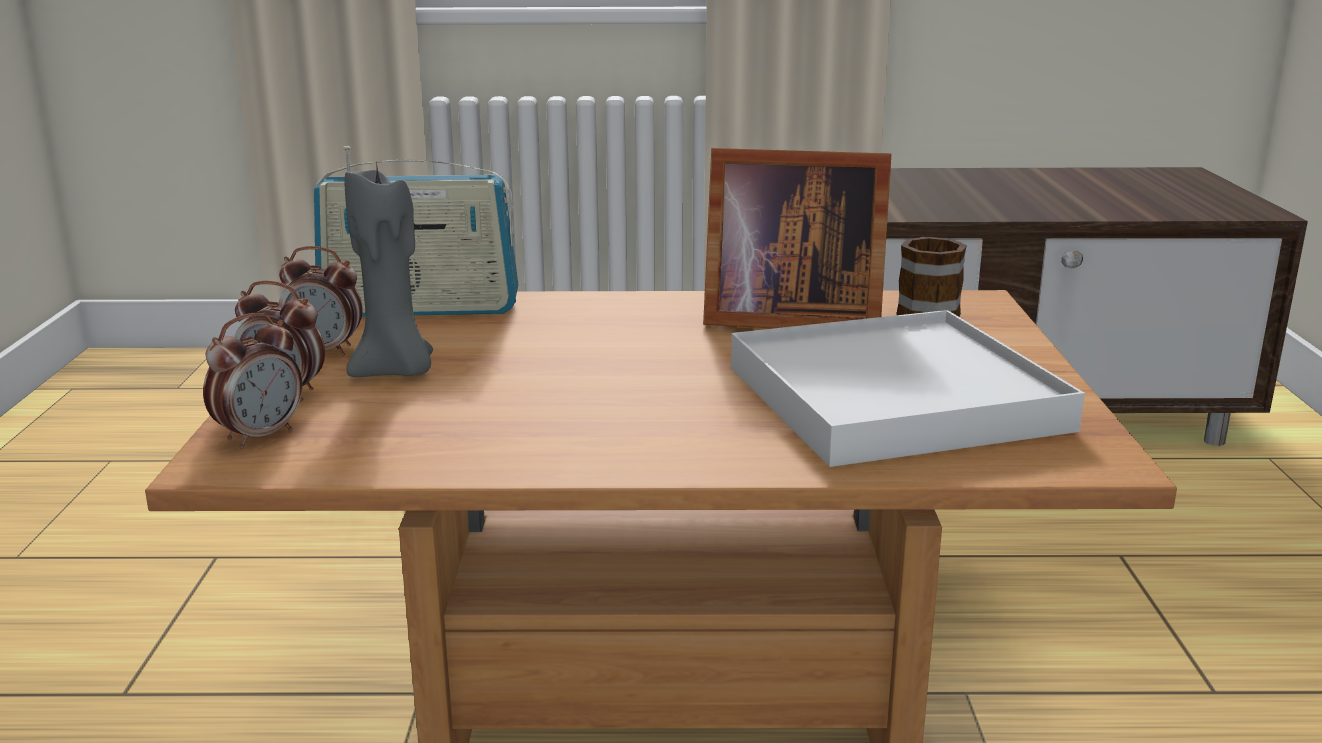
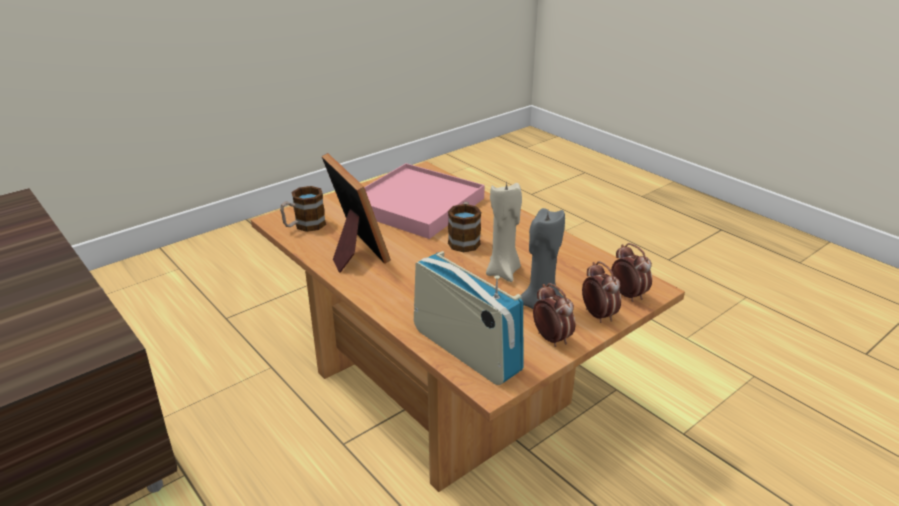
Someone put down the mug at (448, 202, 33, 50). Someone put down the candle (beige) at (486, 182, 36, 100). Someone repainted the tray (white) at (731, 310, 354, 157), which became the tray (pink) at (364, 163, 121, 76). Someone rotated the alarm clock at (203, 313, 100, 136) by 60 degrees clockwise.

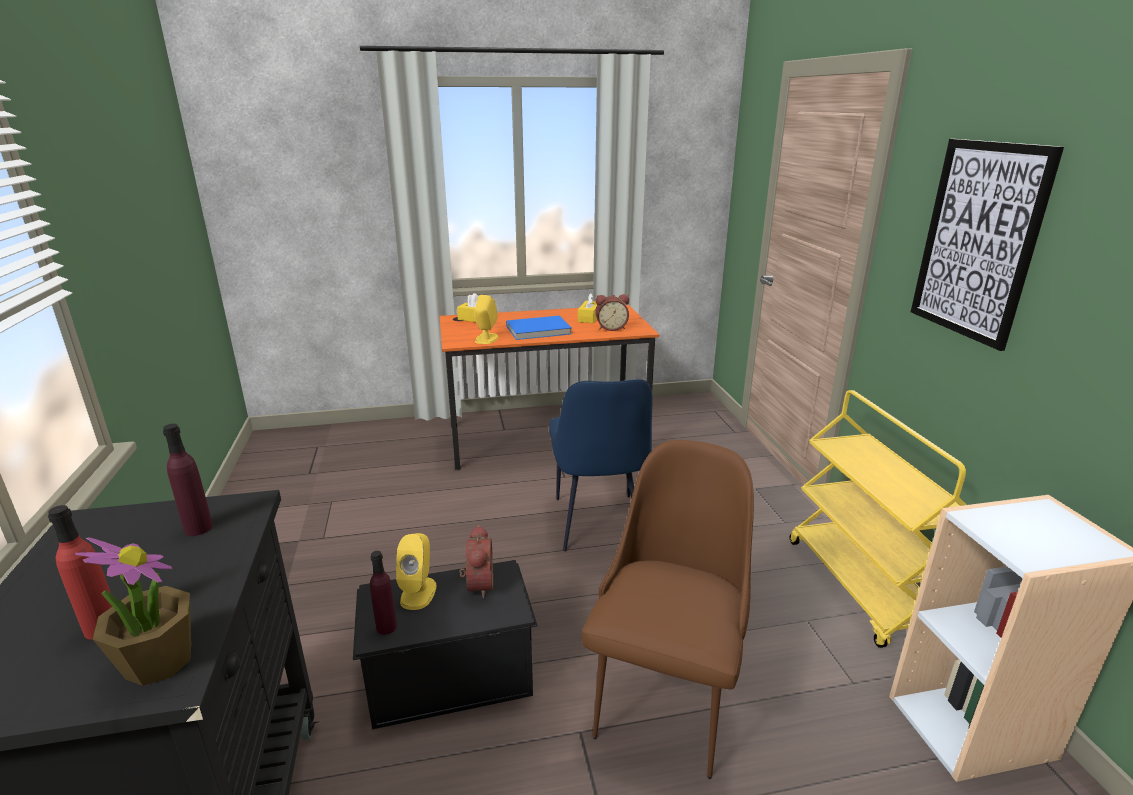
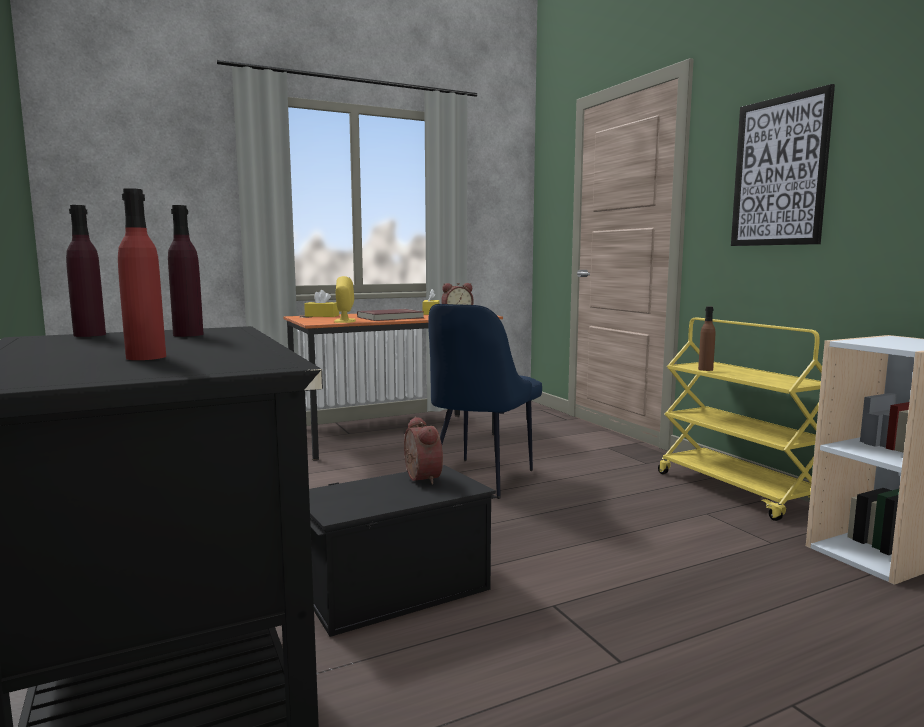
Someone took away the potted plant at (75, 537, 116, 149). Someone took away the speaker (yellow) at (396, 533, 41, 77). Someone took away the chair (brown) at (582, 440, 172, 339). Someone put down the bottle (brown) at (698, 307, 17, 64). Someone carried the bottle (purple) from (370, 551, 27, 84) to (66, 205, 40, 132). Someone repainted the book (blue) at (506, 316, 66, 24), which became the book (red) at (357, 309, 67, 12). Someone rotated the chair (blue) at (549, 379, 103, 173) by 45 degrees clockwise.

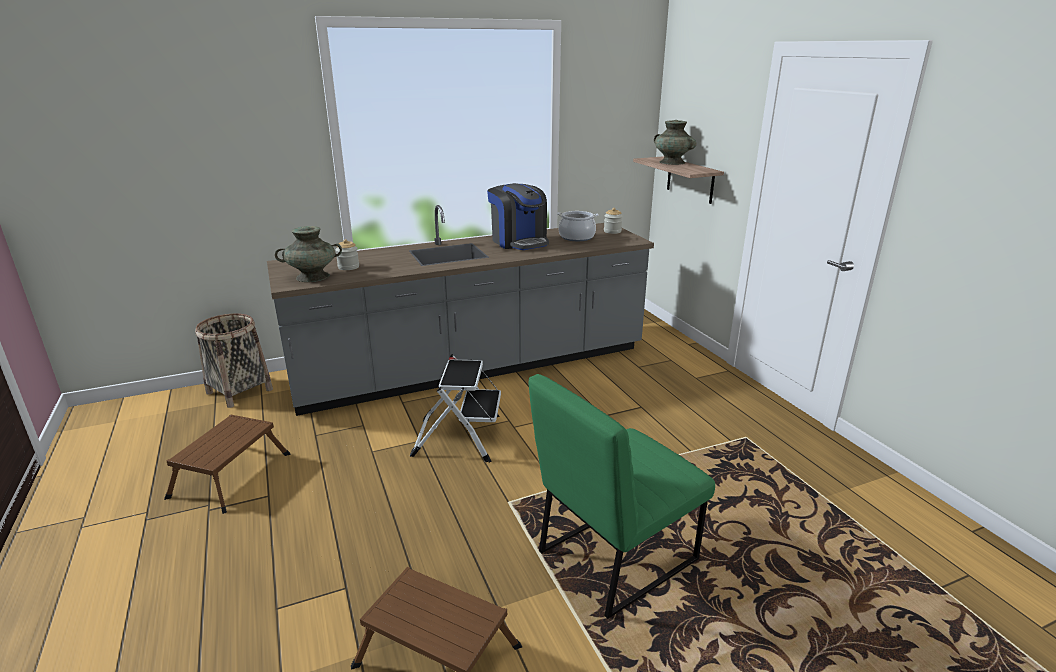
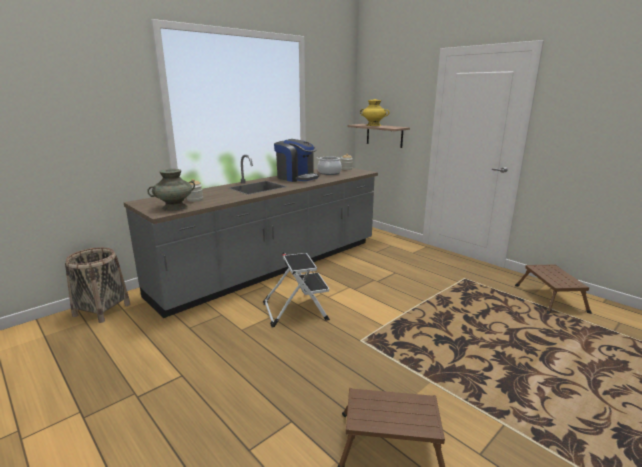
Someone took away the chair (green) at (528, 374, 187, 245). Someone carried the step ladder (brown) from (164, 414, 127, 100) to (515, 264, 77, 50). Someone repainted the vase (turquoise) at (654, 120, 42, 45), which became the vase (yellow) at (360, 99, 29, 27).

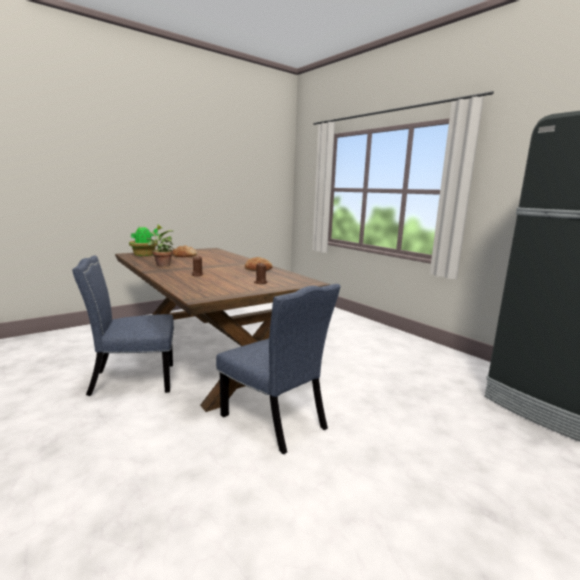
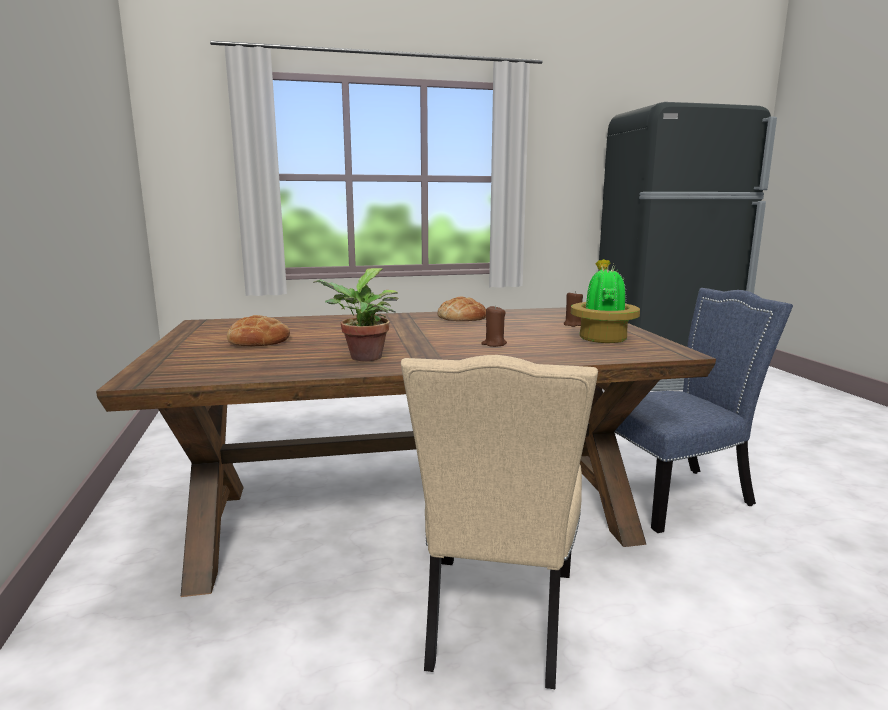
Someone carried the potted plant from (129, 224, 33, 32) to (571, 259, 69, 84). Someone repainted the chair (blue) at (72, 256, 102, 140), which became the chair (beige) at (401, 355, 197, 334).

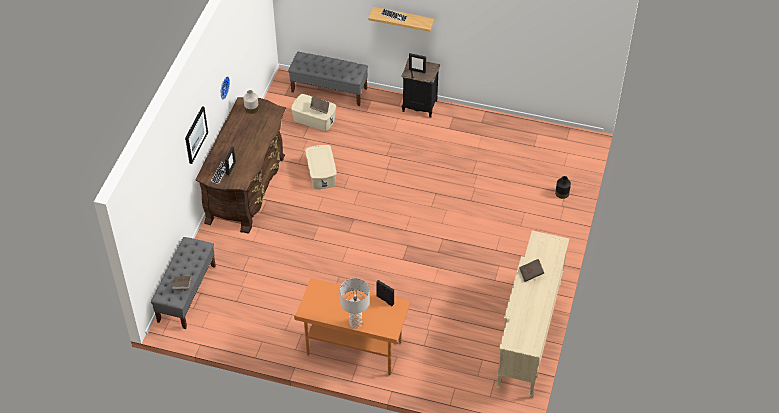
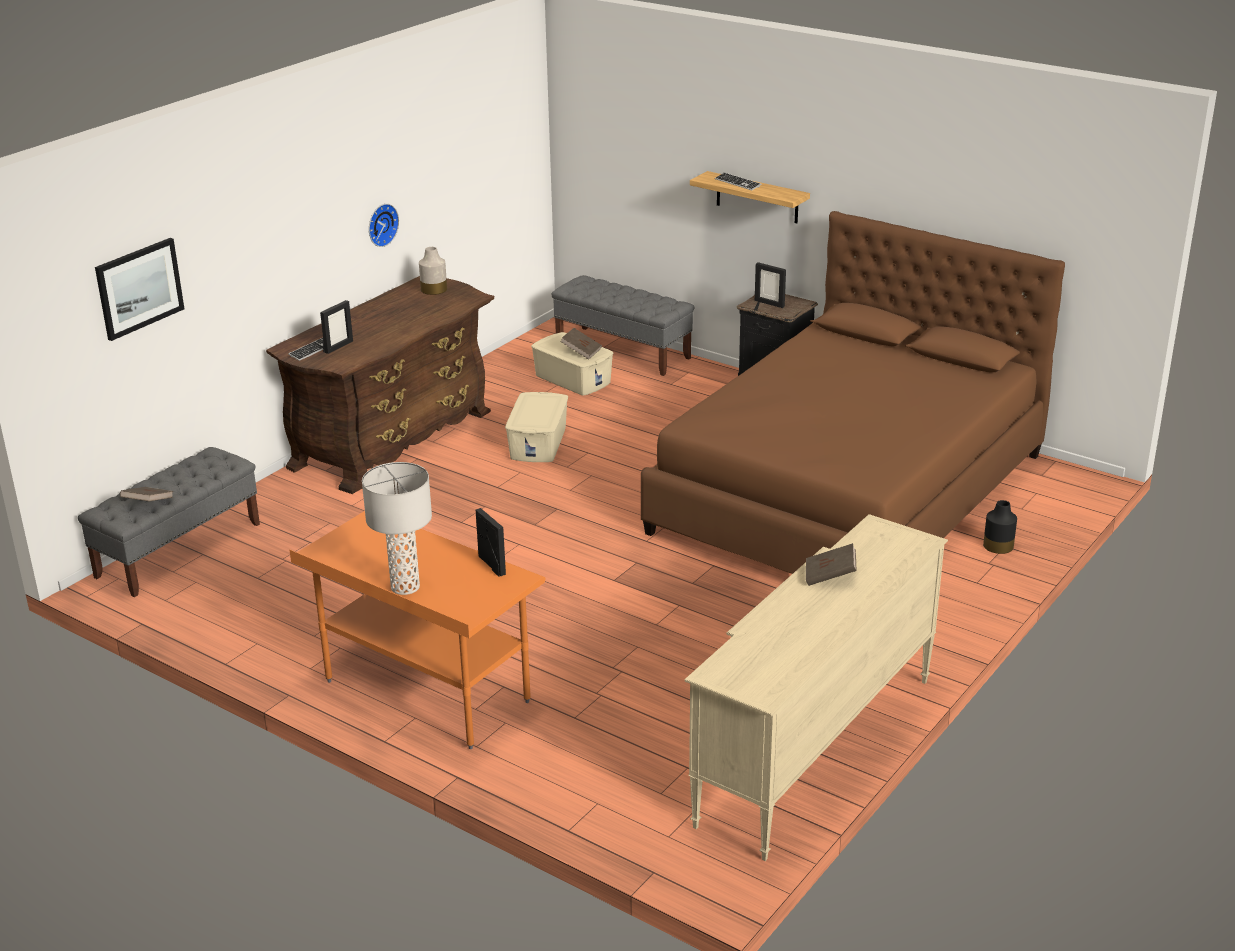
Someone put down the bed (brown) at (641, 211, 424, 363). Someone carried the picture from (185, 106, 23, 58) to (95, 238, 89, 103).

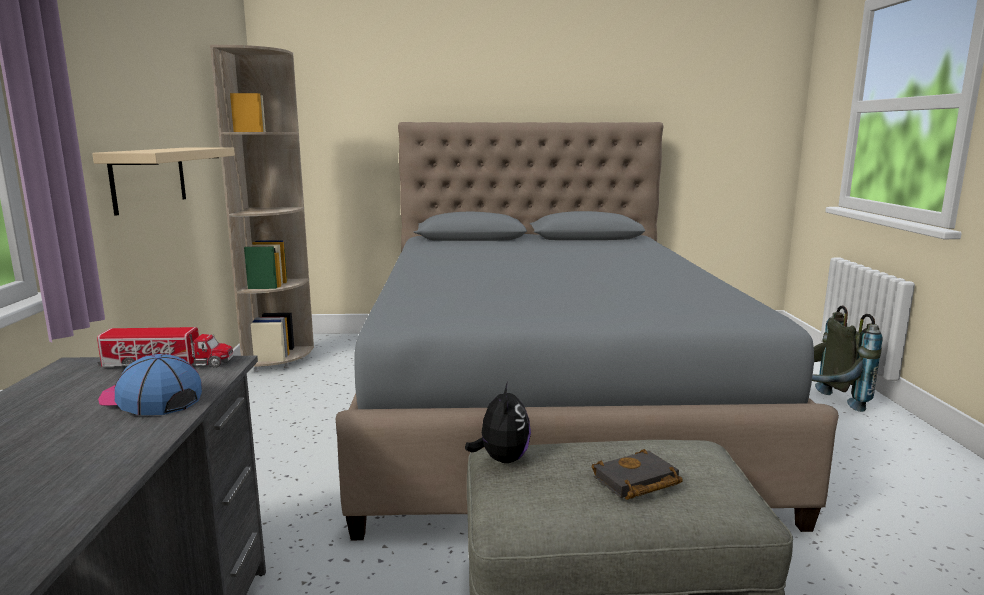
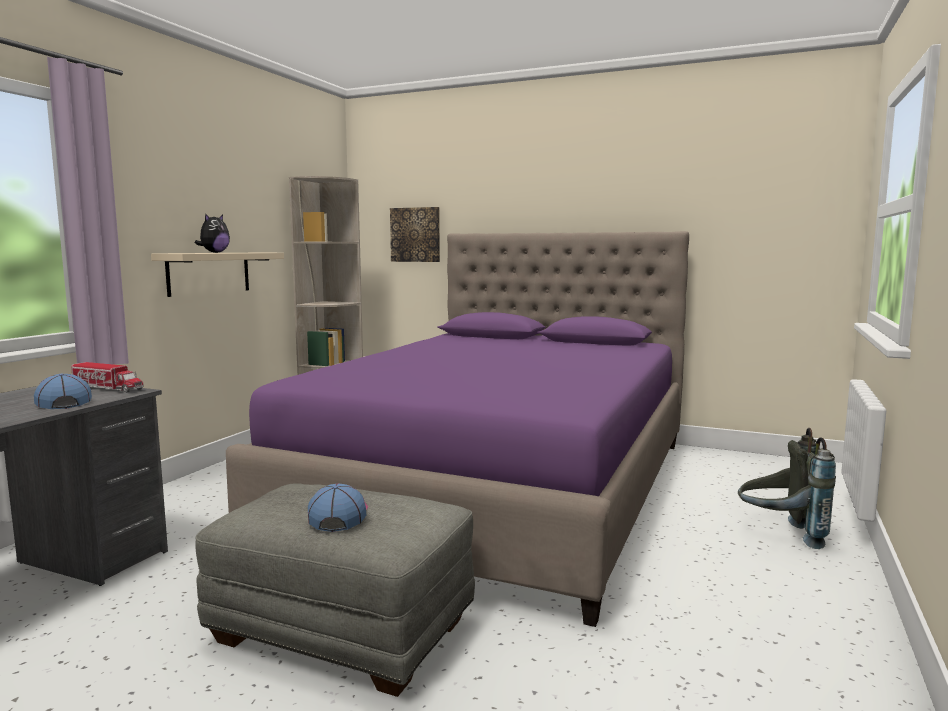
Someone put up the picture at (390, 207, 50, 55). Someone carried the plush toy from (465, 382, 66, 81) to (195, 214, 35, 39). Someone swapped the book (black) at (592, 449, 91, 51) for the cap at (308, 483, 60, 49). Someone repainted the bed (grey) at (336, 122, 503, 418), which became the bed (purple) at (226, 231, 463, 396).

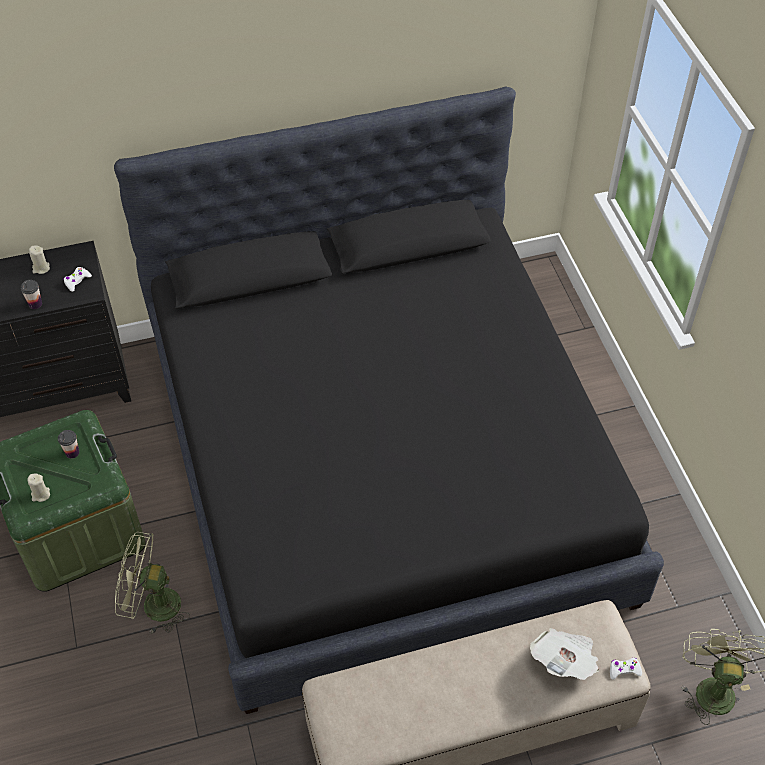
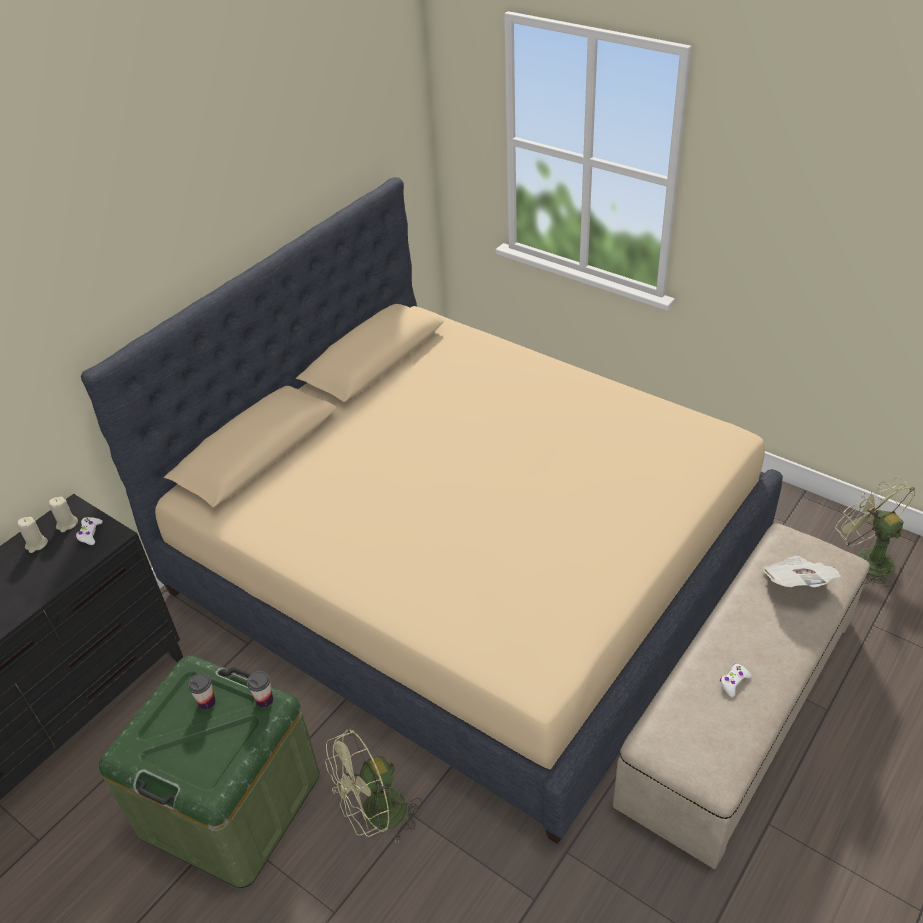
Someone carried the cup from (20, 280, 22, 29) to (247, 671, 26, 37). Someone carried the candle (beige) from (28, 473, 22, 29) to (48, 497, 30, 35). Someone carried the game controller (white) from (610, 658, 32, 22) to (720, 664, 32, 33). Someone repainted the bed (black) at (114, 86, 550, 628), which became the bed (beige) at (81, 177, 702, 667).

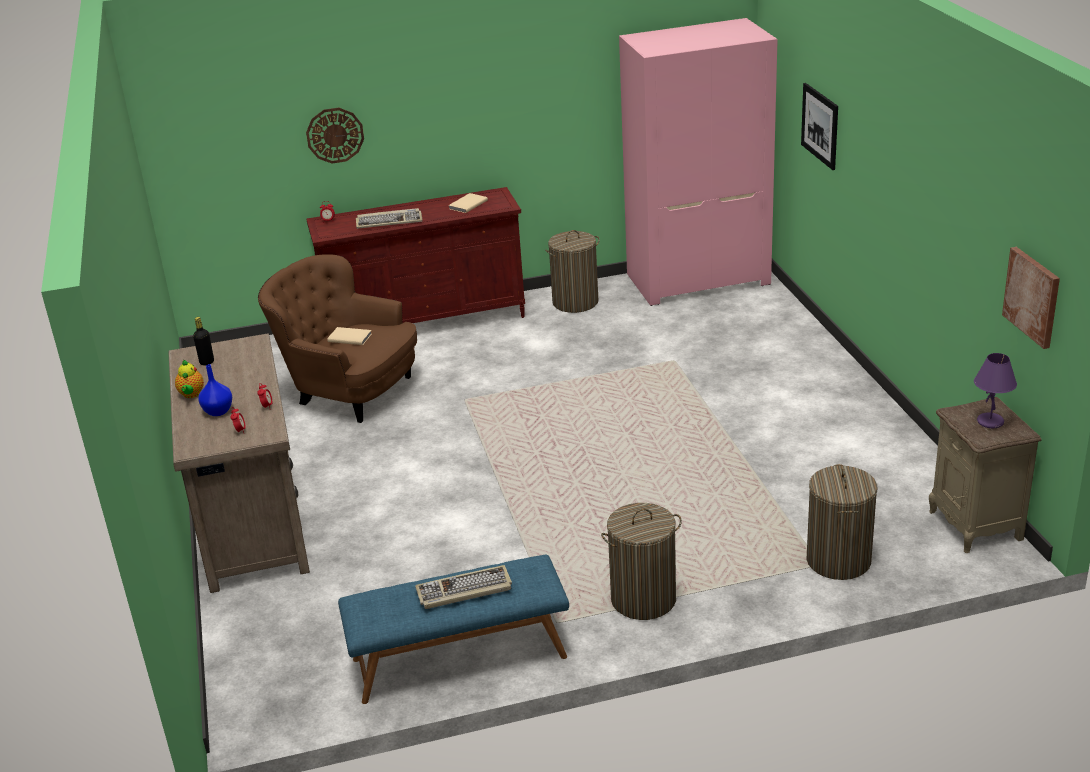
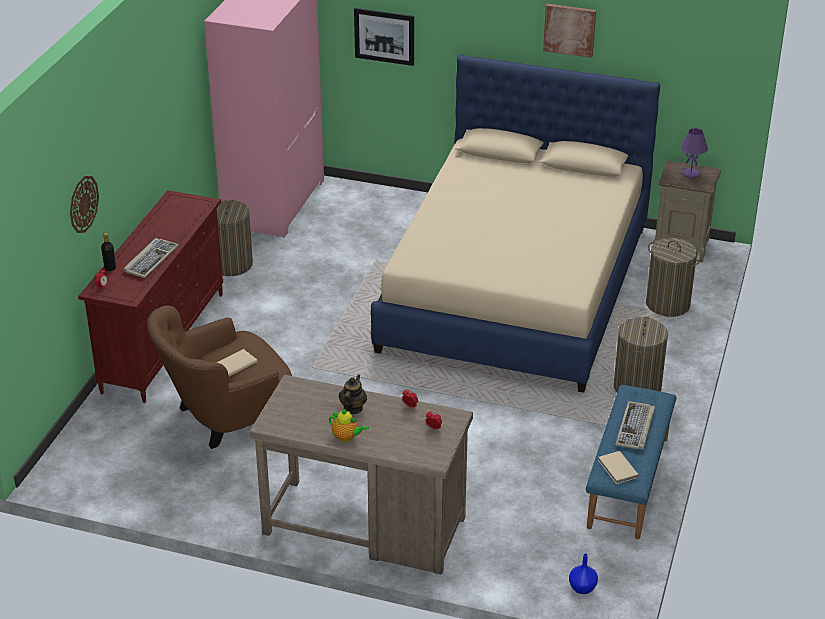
Someone put down the teapot at (339, 375, 28, 39). Someone put down the bed (beige) at (371, 55, 289, 338). Someone carried the bottle (black) from (193, 317, 21, 48) to (101, 233, 15, 38). Someone carried the vase (blue) from (199, 364, 33, 52) to (569, 553, 29, 41). Someone carried the book (beige) from (448, 193, 40, 20) to (598, 451, 41, 33). Someone carried the picture from (1002, 247, 58, 102) to (543, 4, 53, 54).

